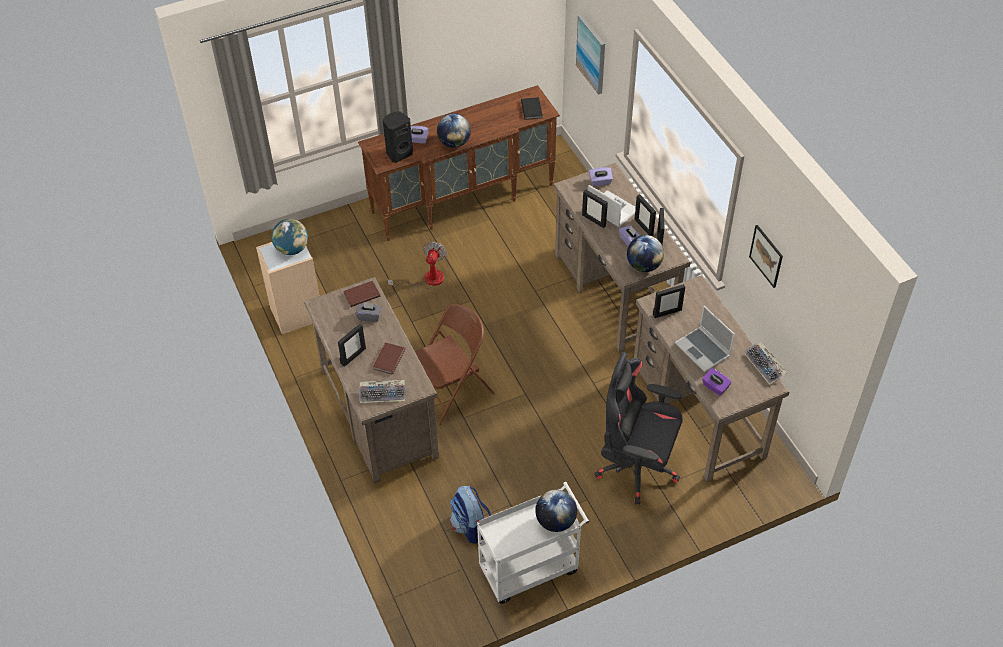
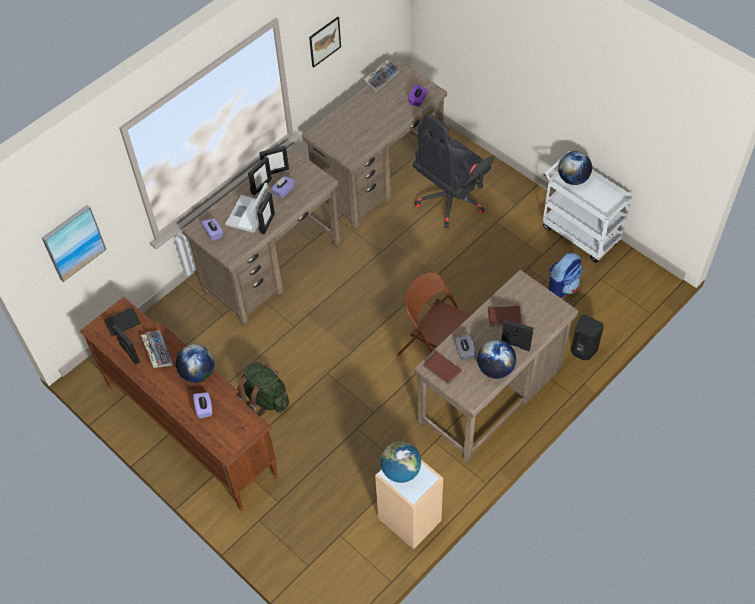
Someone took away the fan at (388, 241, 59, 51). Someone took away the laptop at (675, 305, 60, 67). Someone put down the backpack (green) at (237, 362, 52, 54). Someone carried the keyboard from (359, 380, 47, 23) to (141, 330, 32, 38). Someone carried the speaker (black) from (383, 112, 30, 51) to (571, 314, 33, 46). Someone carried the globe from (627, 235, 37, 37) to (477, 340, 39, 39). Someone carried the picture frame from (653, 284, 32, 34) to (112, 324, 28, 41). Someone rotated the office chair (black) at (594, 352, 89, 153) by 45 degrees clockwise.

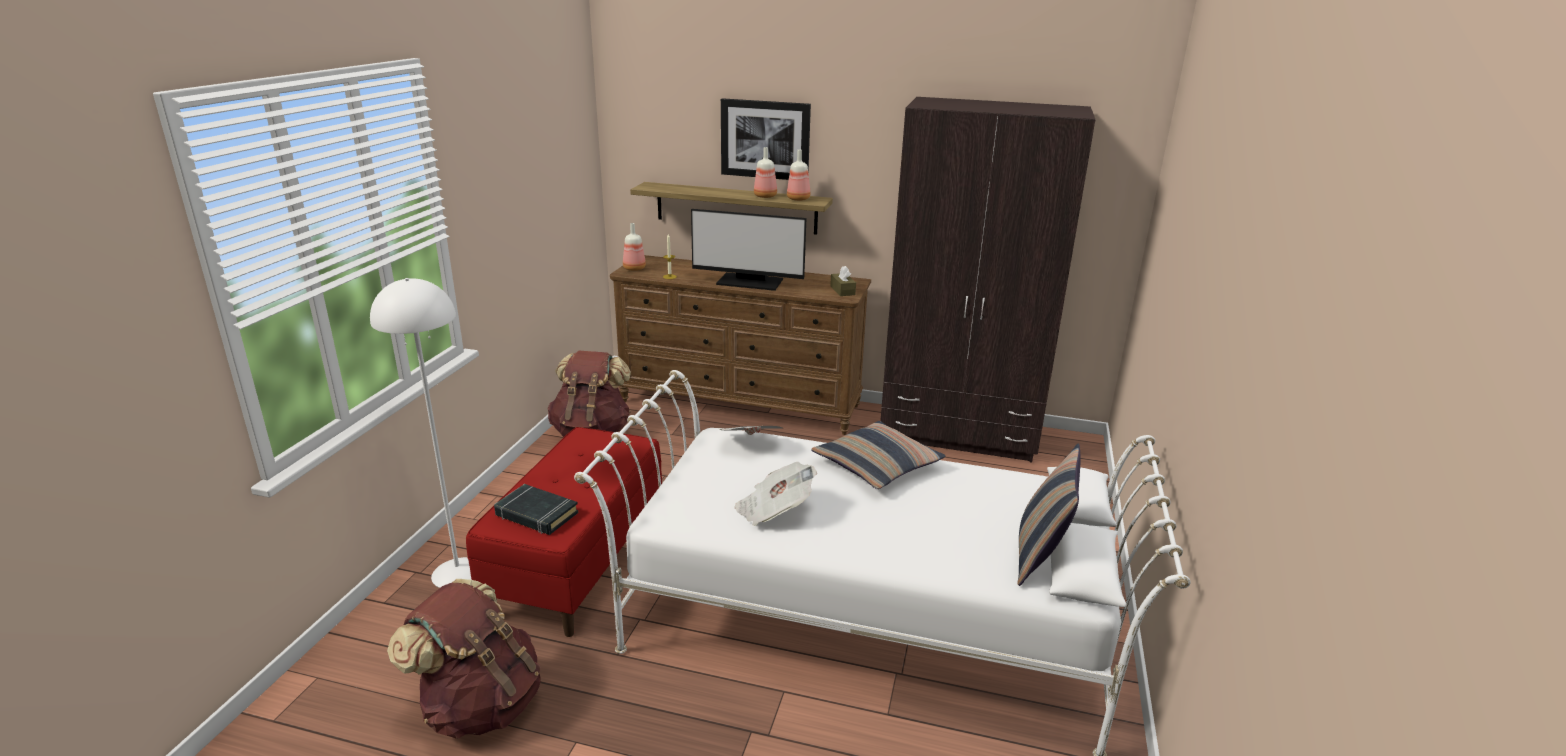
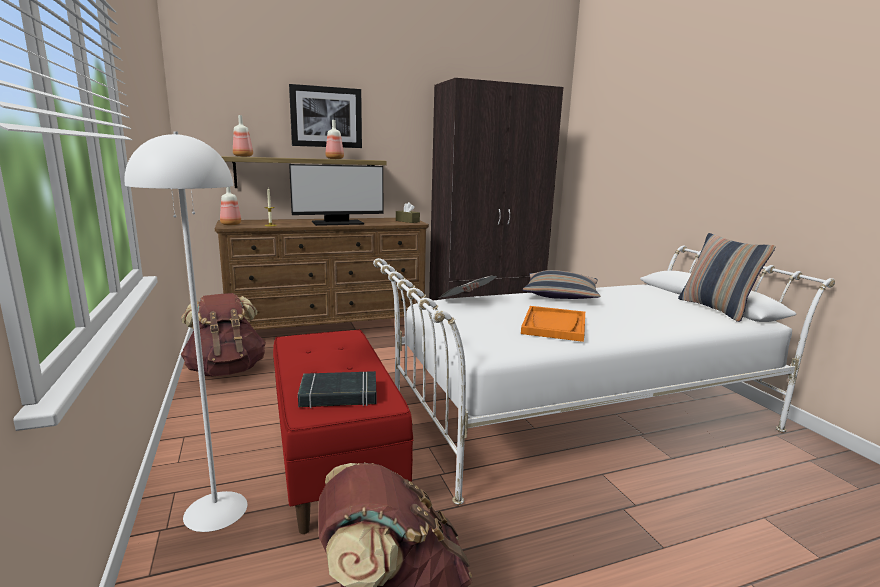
Someone carried the bottle from (787, 150, 23, 51) to (233, 115, 20, 42). Someone swapped the newspaper at (734, 462, 83, 64) for the tray (orange) at (521, 306, 64, 36).

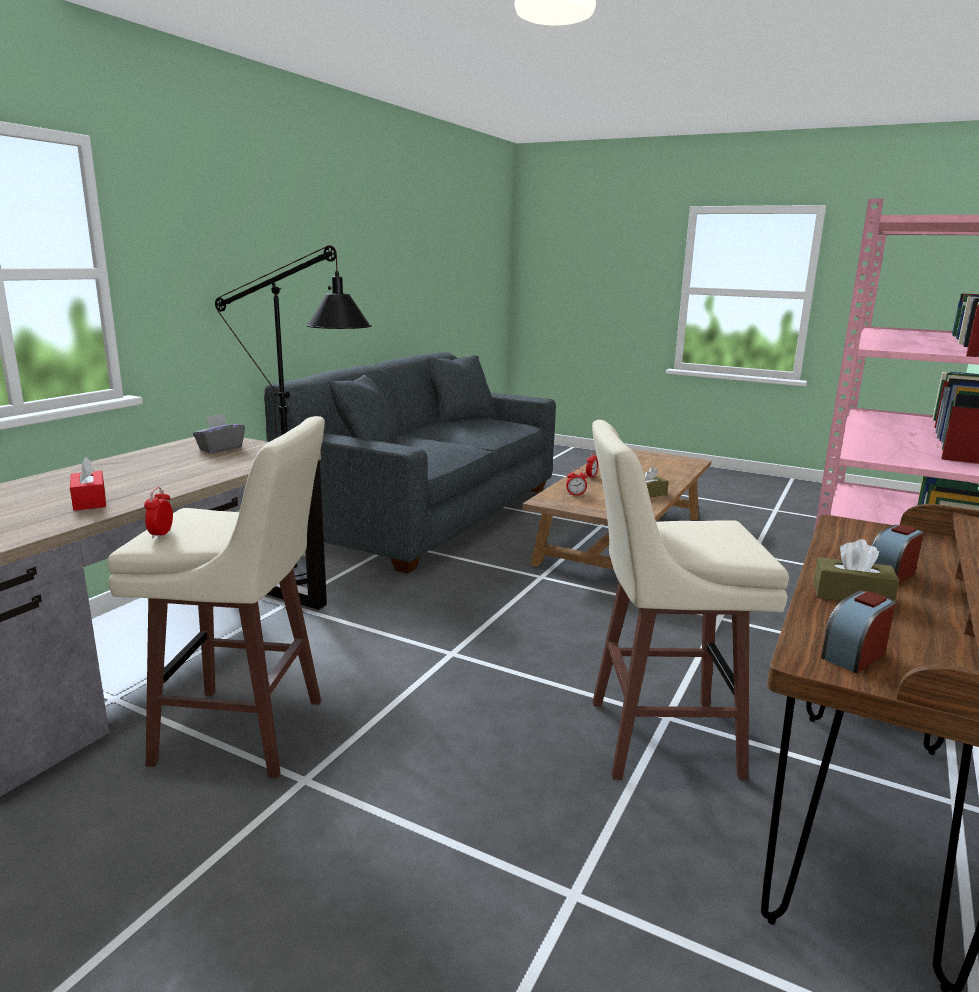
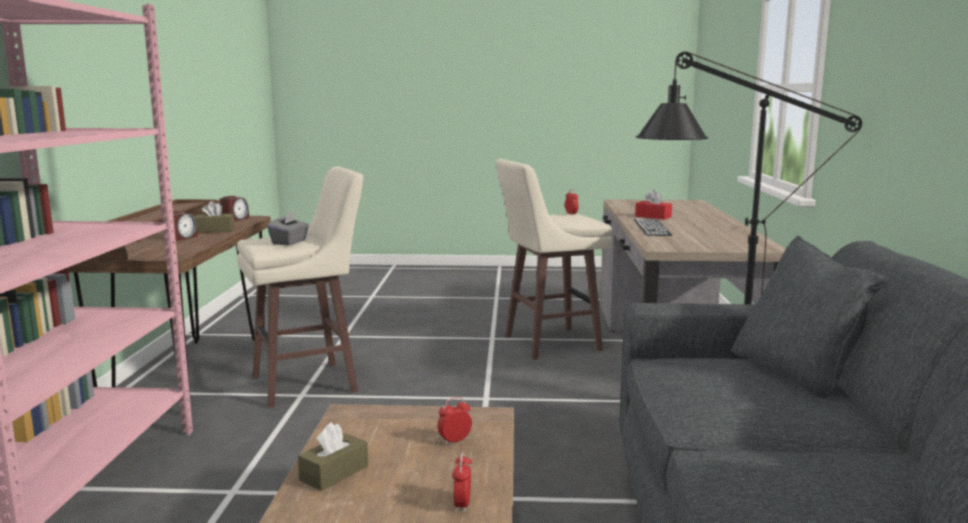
Someone put down the keyboard at (634, 219, 38, 17). Someone carried the tissue box (grey) from (193, 414, 52, 39) to (267, 211, 42, 34).

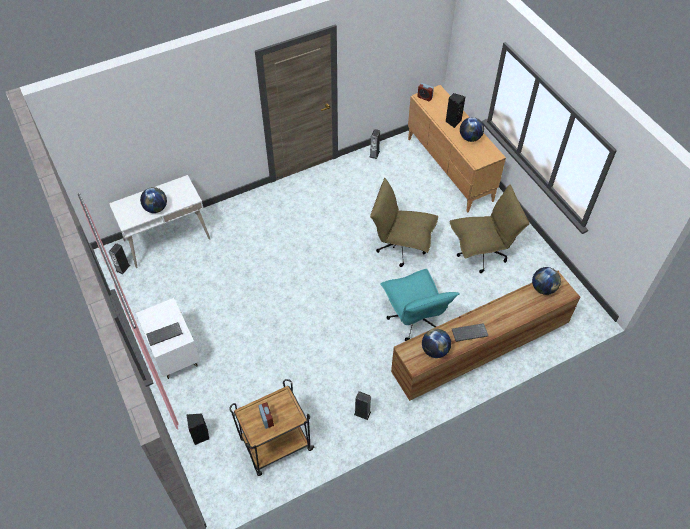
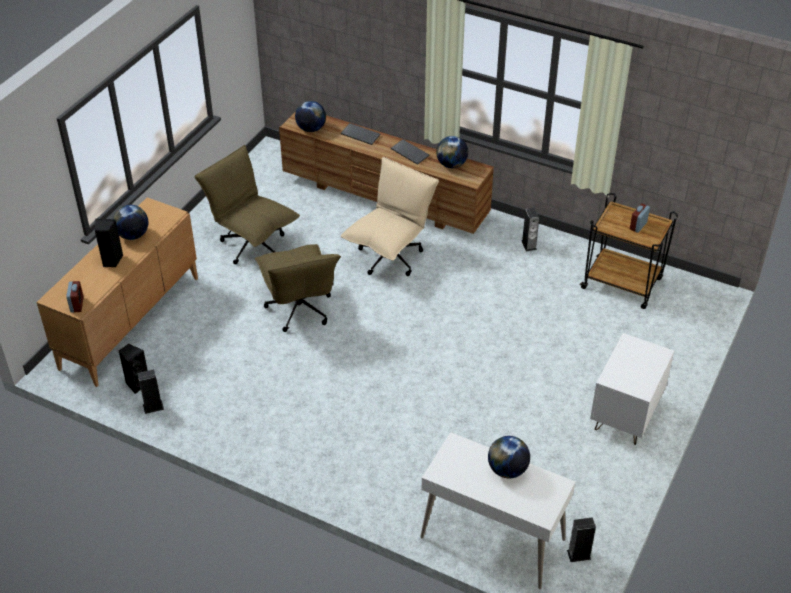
Someone carried the keyboard from (146, 322, 37, 24) to (341, 123, 40, 22). Someone carried the speaker (black) from (187, 413, 22, 32) to (119, 344, 29, 50). Someone repainted the office chair (turquoise) at (380, 269, 80, 72), which became the office chair (beige) at (341, 157, 98, 119).

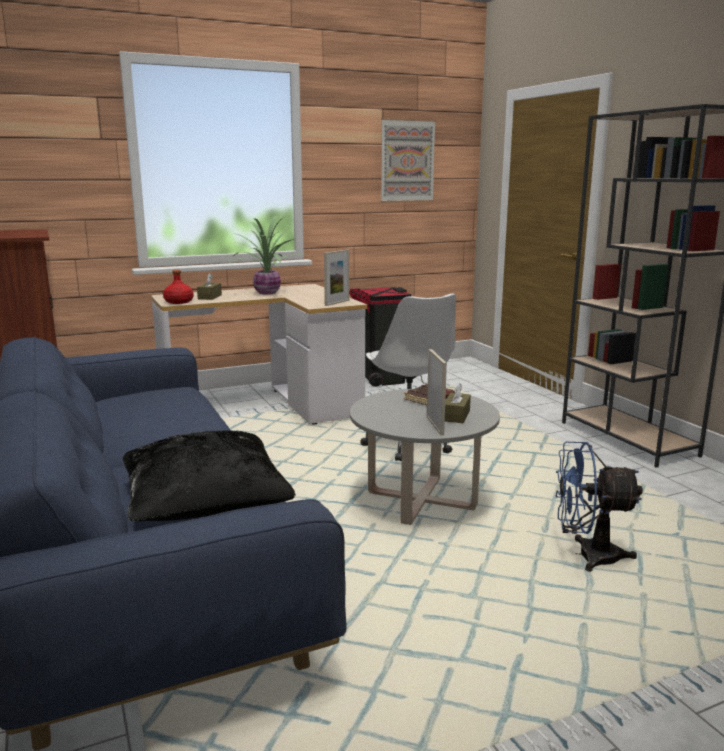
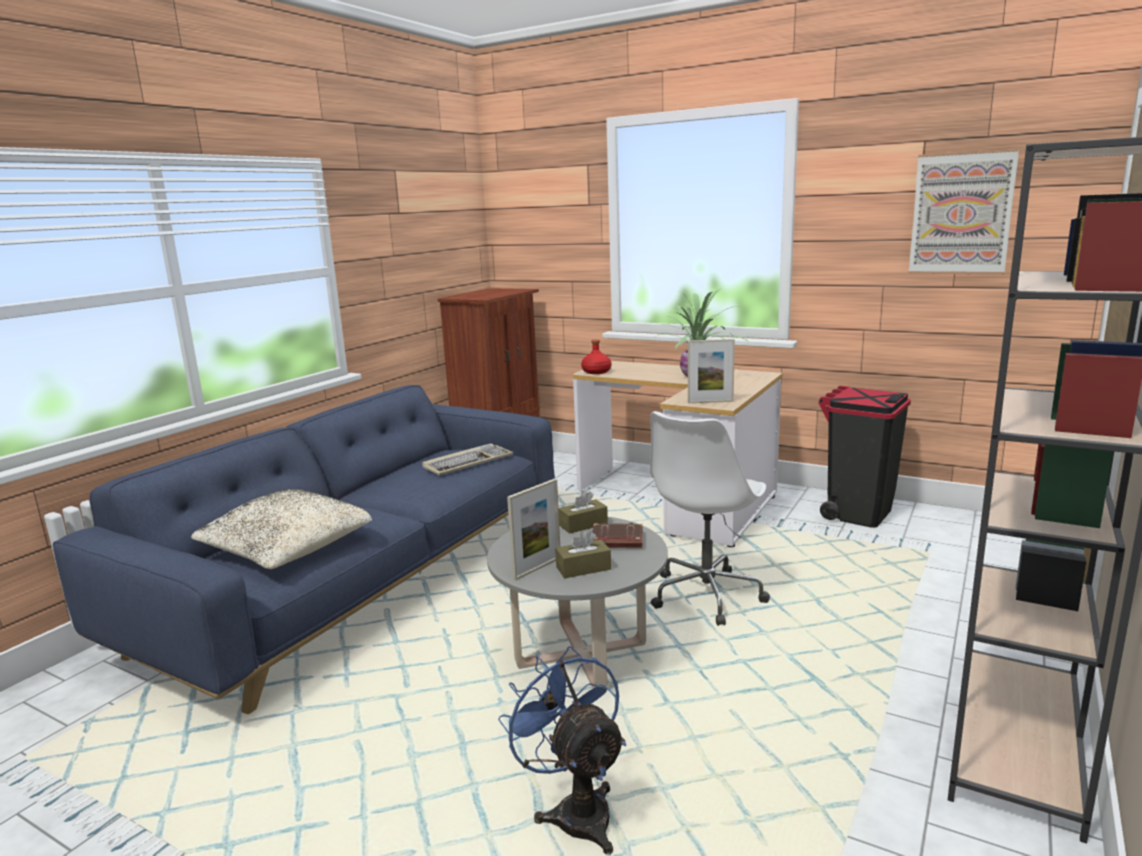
Someone put down the keyboard at (422, 444, 91, 31). Someone carried the tissue box (brown) from (197, 273, 25, 27) to (559, 490, 49, 44). Someone repainted the pillow (black) at (123, 430, 173, 92), which became the pillow (beige) at (190, 489, 182, 80).

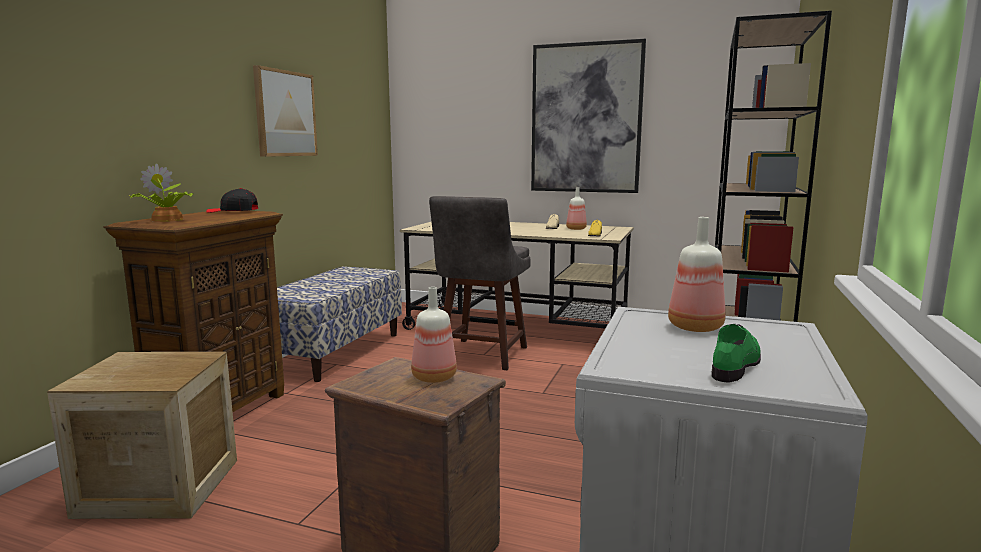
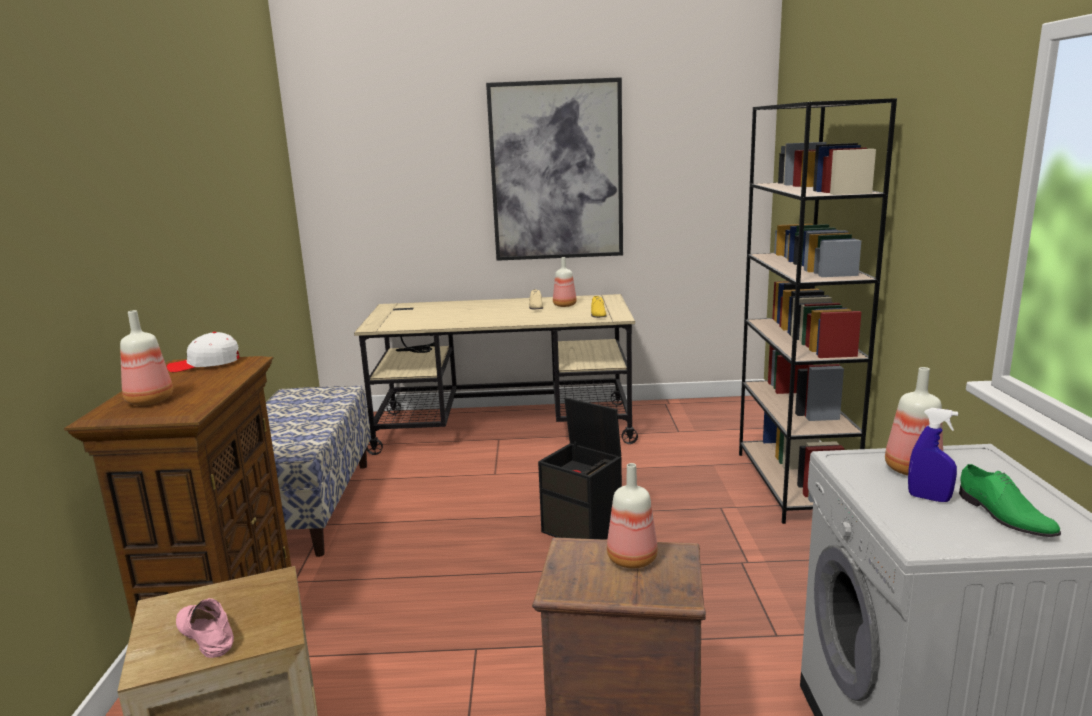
Someone took away the picture at (253, 65, 65, 92). Someone took away the stool (grey) at (429, 196, 102, 174). Someone put down the shoe (pink) at (176, 598, 58, 60). Someone put down the storage box (black) at (538, 397, 84, 143). Someone put down the spray bottle (blue) at (908, 408, 50, 94). Someone swapped the potted plant at (130, 163, 64, 59) for the bottle at (120, 310, 53, 96). Someone repainted the cap (black) at (206, 188, 52, 25), which became the cap (white) at (166, 332, 73, 40). Someone rotated the shoe (green) at (711, 324, 50, 59) by 150 degrees clockwise.

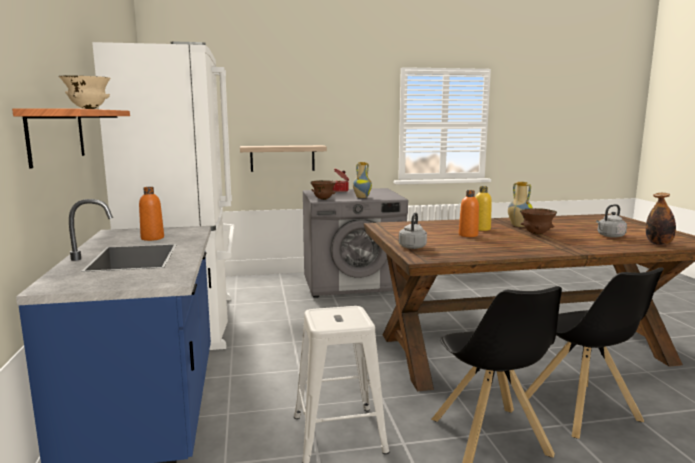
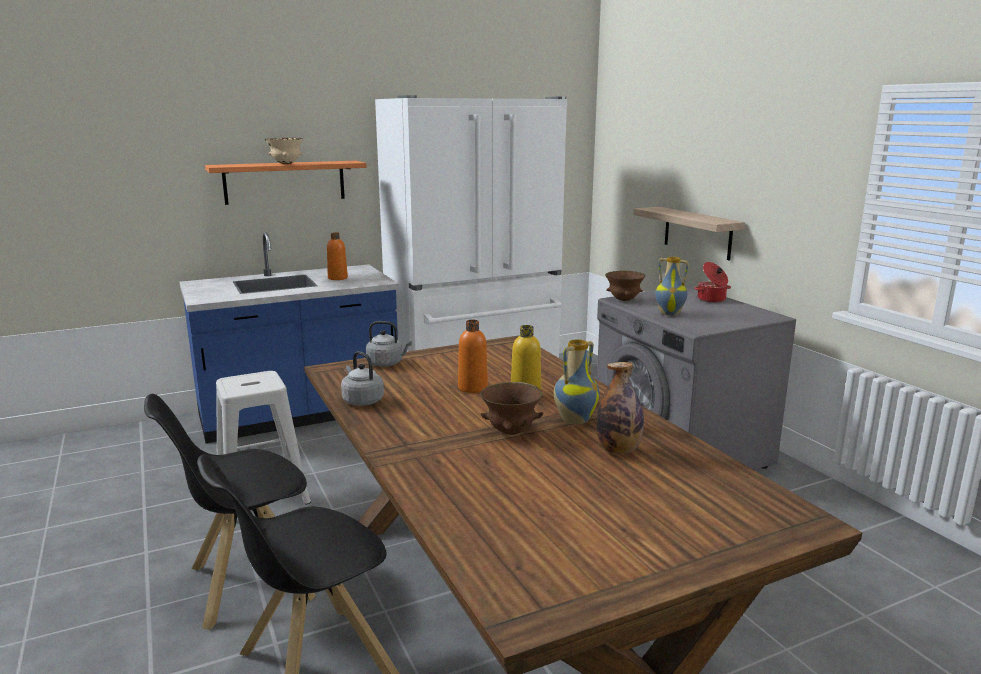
Someone carried the kettle (grey) from (596, 204, 31, 34) to (341, 351, 43, 55). Someone carried the bottle from (646, 193, 30, 52) to (597, 362, 47, 92).

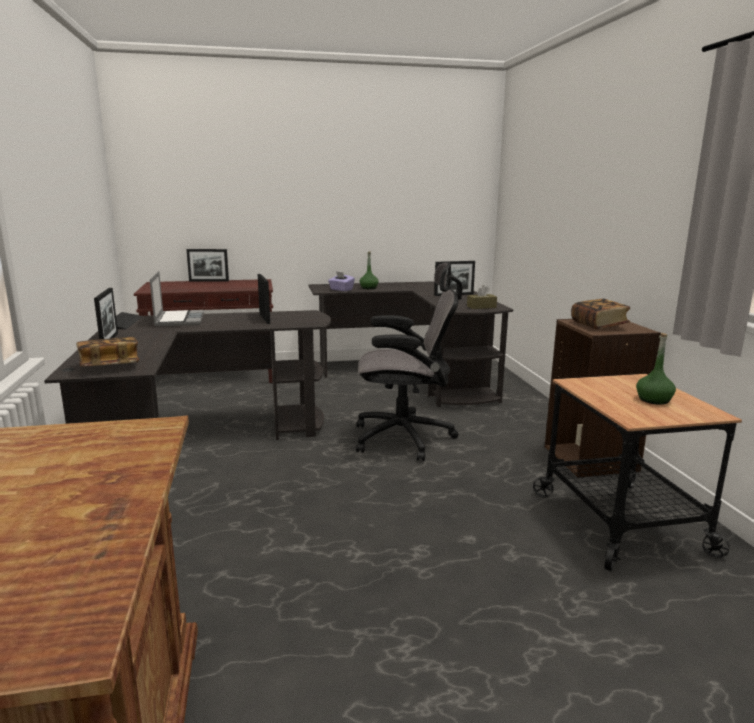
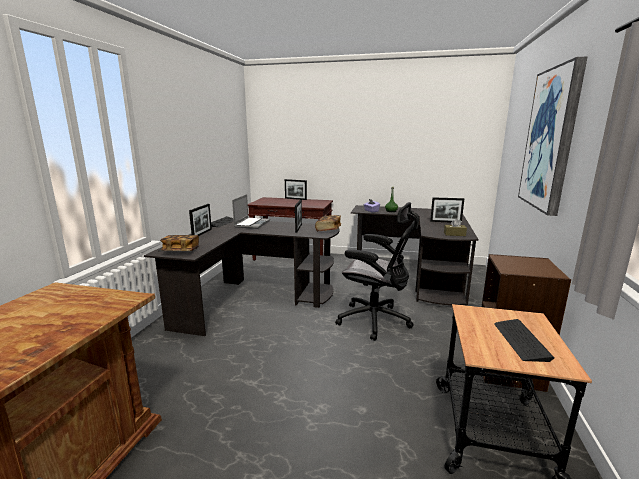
Someone put up the picture at (518, 56, 70, 160). Someone carried the book from (571, 299, 59, 30) to (315, 215, 26, 16). Someone swapped the bottle (green) at (636, 333, 40, 72) for the keyboard at (494, 319, 60, 43).

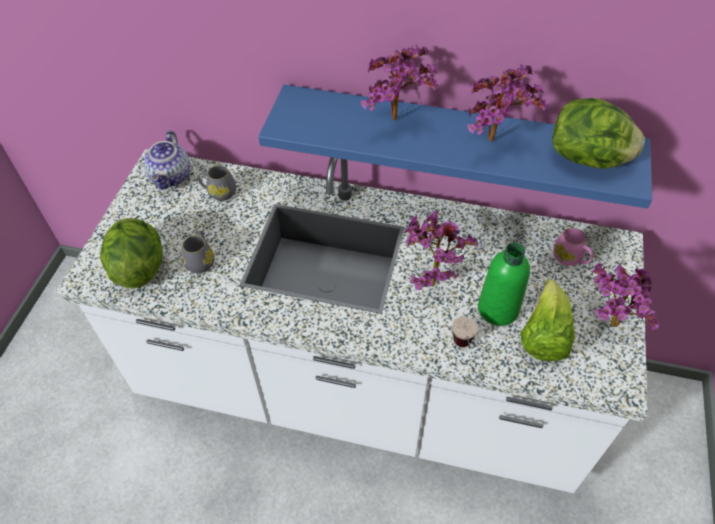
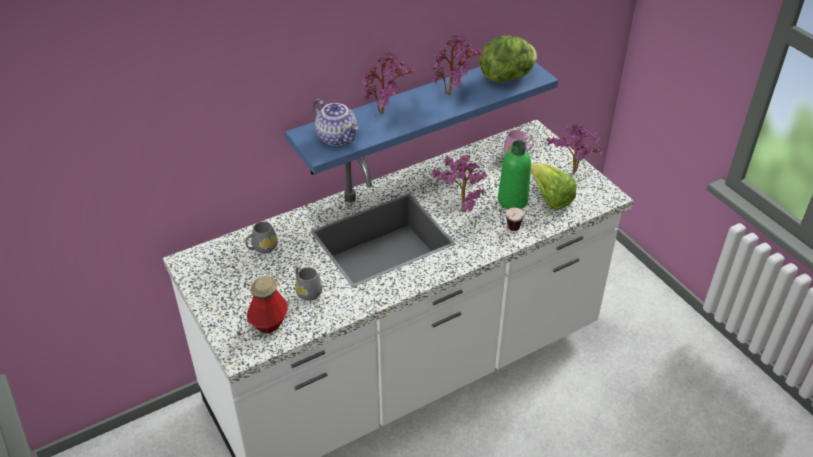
Someone carried the teapot from (144, 131, 46, 59) to (313, 99, 45, 47). Someone swapped the lettuce at (100, 218, 62, 70) for the bottle at (247, 276, 41, 57).

